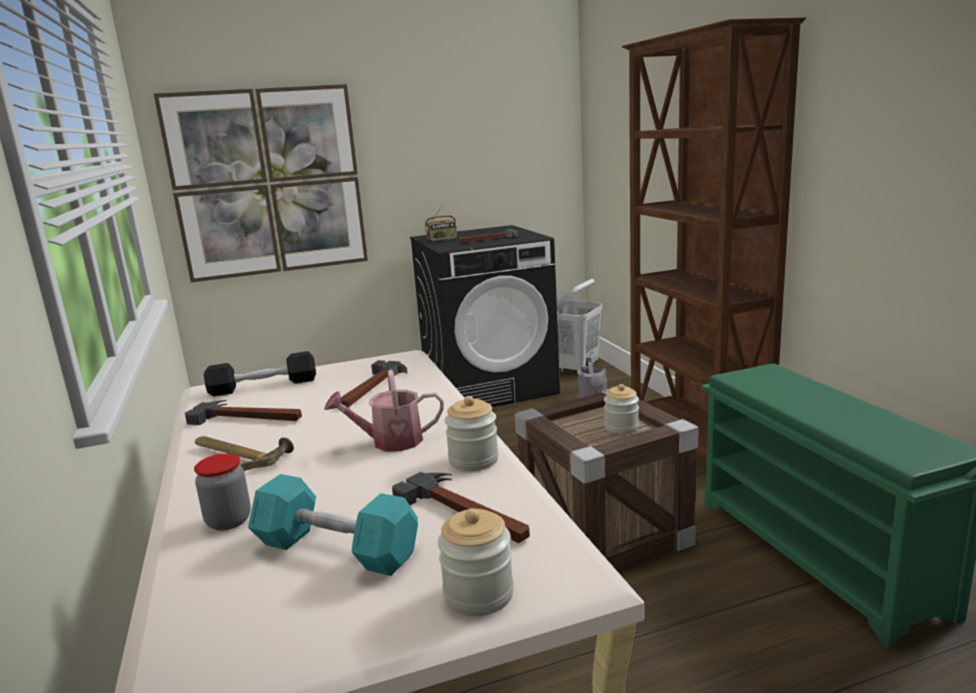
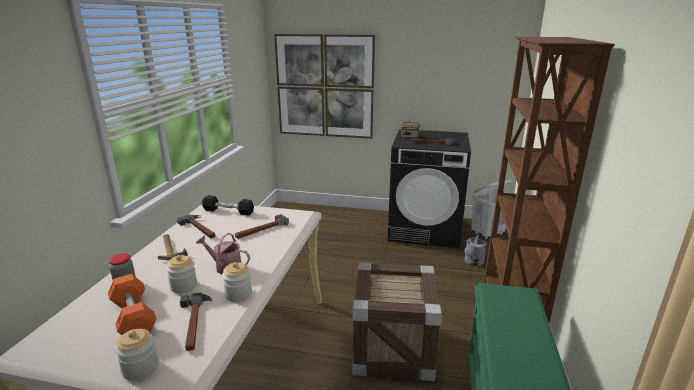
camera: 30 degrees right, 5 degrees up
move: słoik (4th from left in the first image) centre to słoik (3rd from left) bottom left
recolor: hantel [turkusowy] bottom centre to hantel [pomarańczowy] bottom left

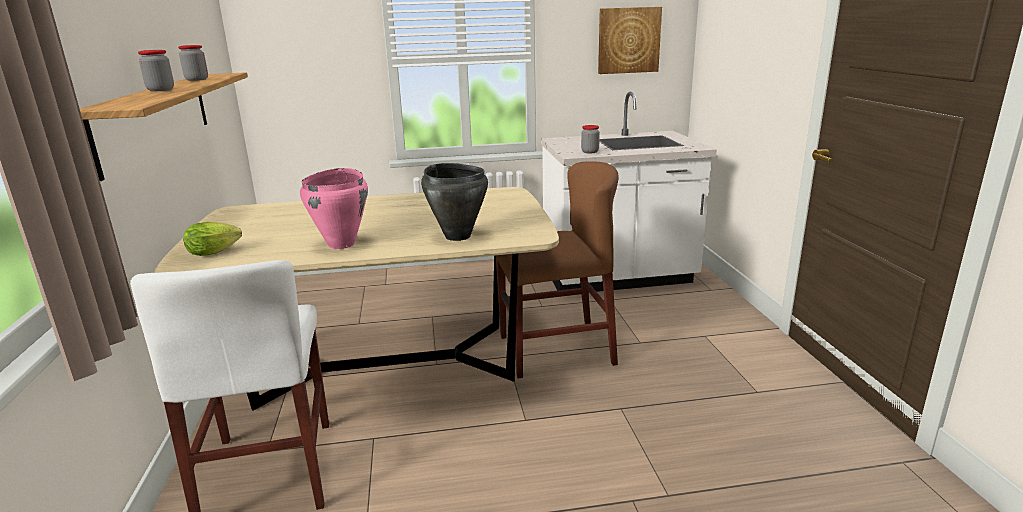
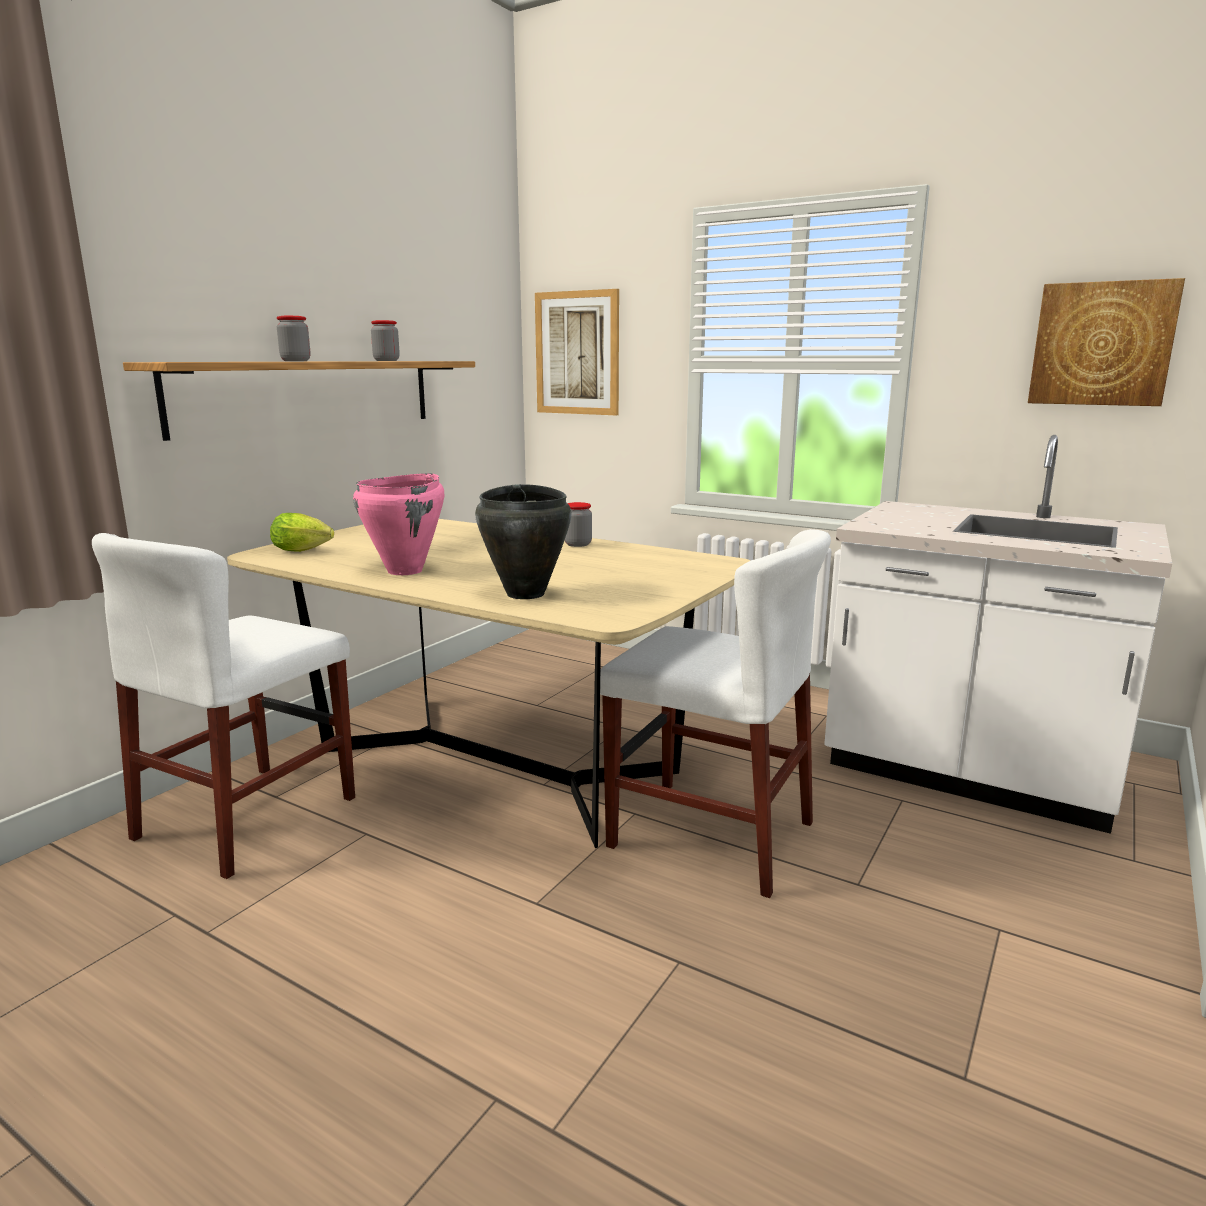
camera: 40 degrees right, 5 degrees down
insert: obraz (1st from left) top centre
move: słoik (3rd from left) top centre to centre
recolor: krzesło [brązowy] centre to krzesło [biały] (2nd from left) centre

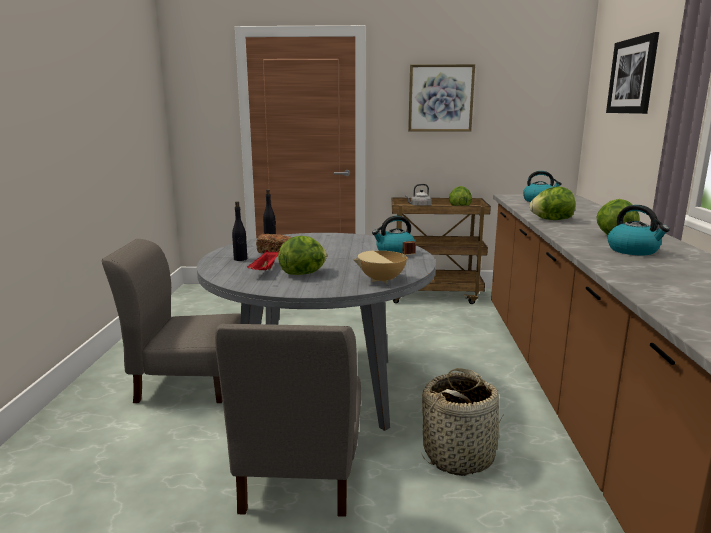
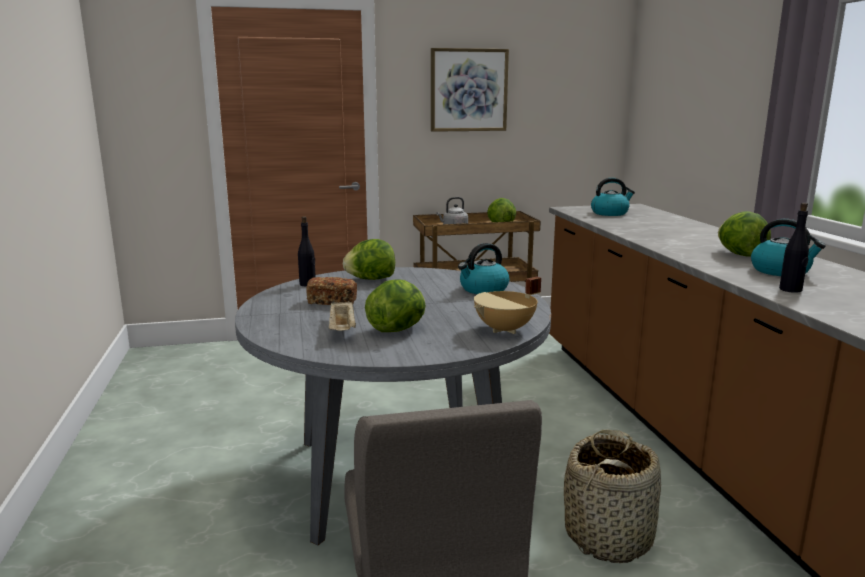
camera: 15 degrees left, 0 degrees up
delete: krzesło [szary] (1st from left) middle left; obraz (2nd from left) top right
move: butelka [czarny] (1st from left in the first image) centre to butelka [czarny] (2nd from left) middle right; sałata (3rd from left in the first image) middle right to sałata (1st from left) centre
recolor: taca [czerwony] centre to taca [beżowy] centre

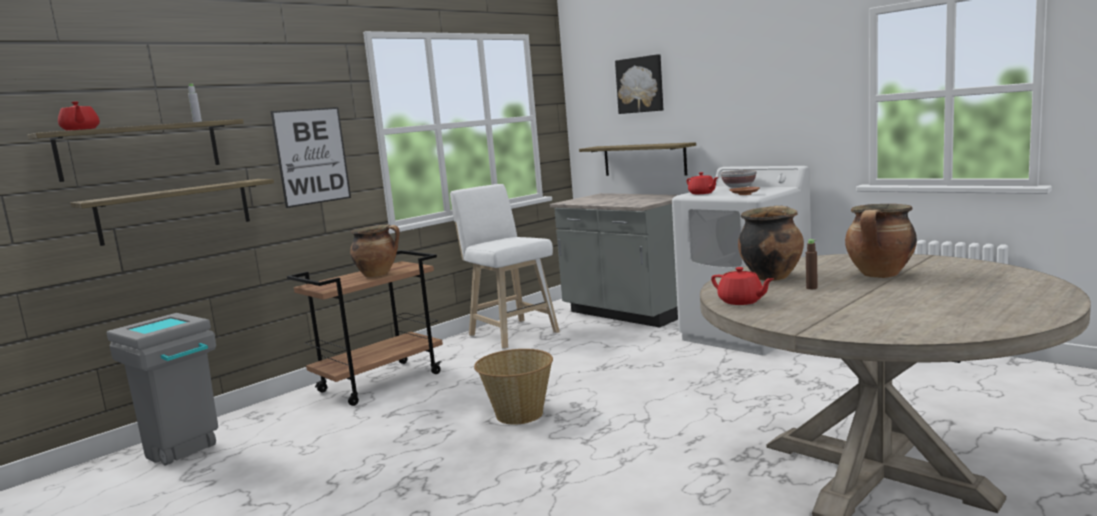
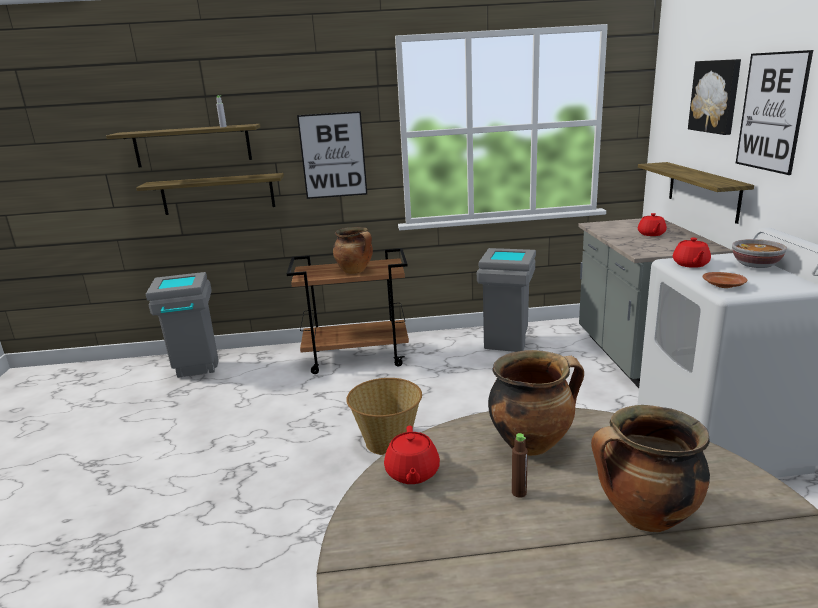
camera: 40 degrees right, 10 degrees up
insert: obraz (3rd from left) top right
move: imbryk [czerwony] (1st from left in the first image) top left to imbryk [czerwony] (2nd from left) middle right
replace: stołek [biały] centre to kosz na śmieci [szary] (2nd from left) centre

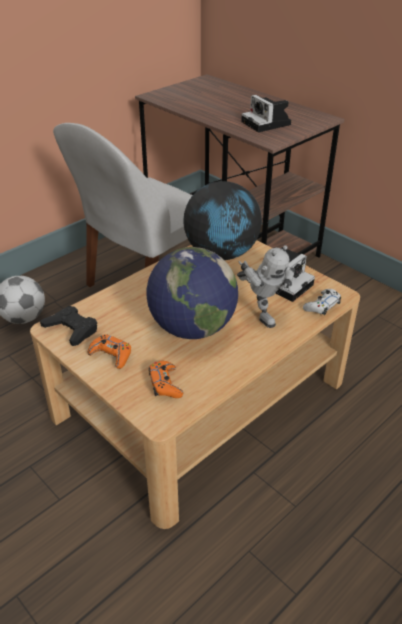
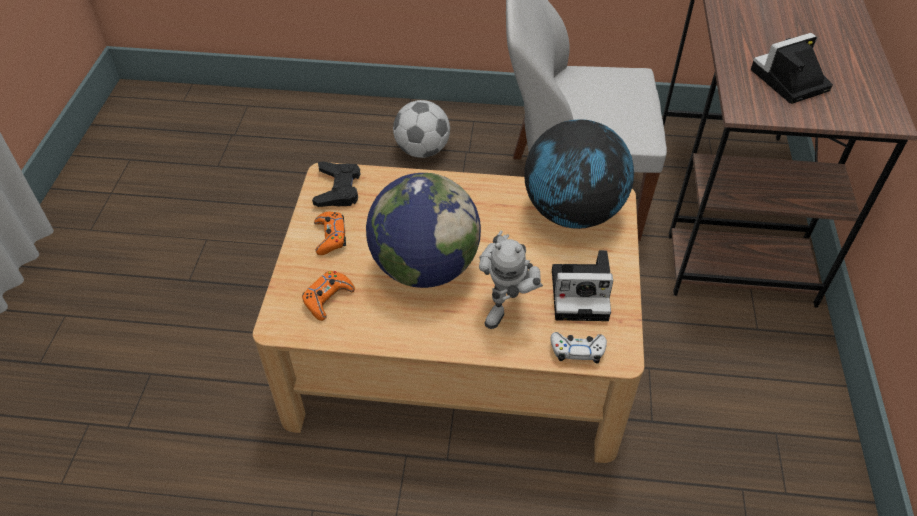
camera: 50 degrees right, 10 degrees up
rotate: aparat fotograficzny (1st from left in the first image) top centre = top right 45 degrees clockwise

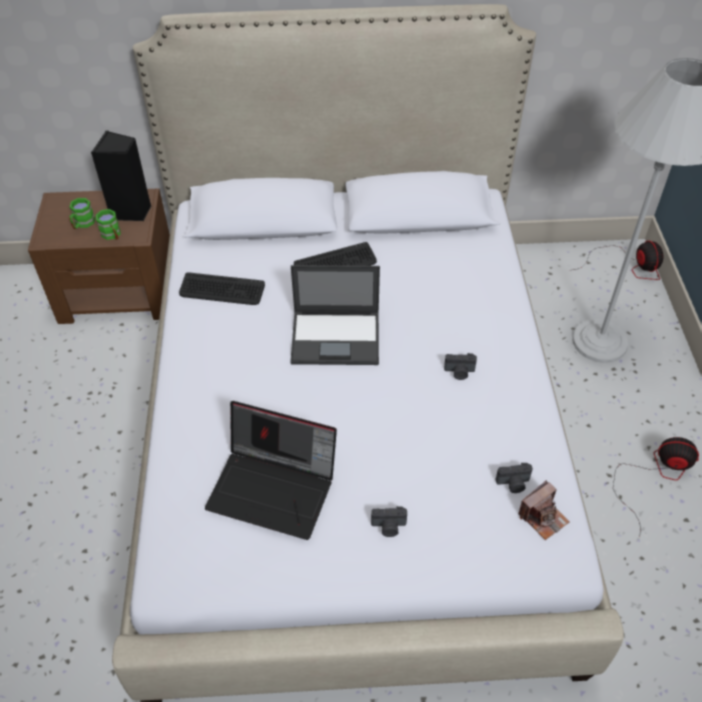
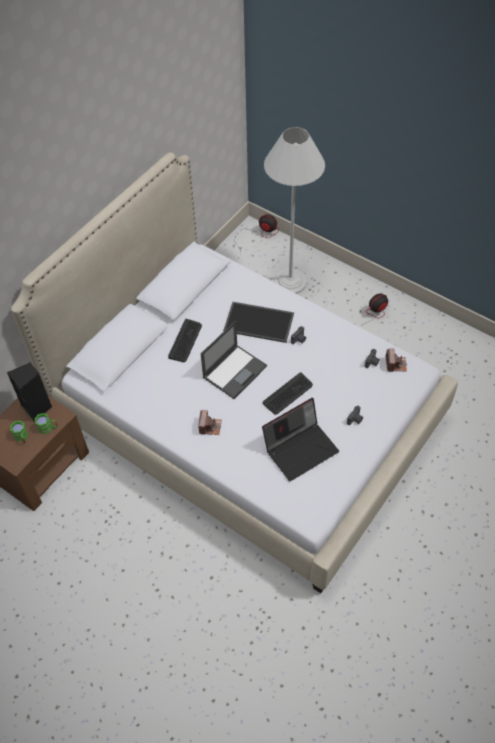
camera: 50 degrees left, 5 degrees up
insert: aparat fotograficzny (1st from left) centre; taca centre
move: klawiatura (1st from left in the first image) middle left to klawiatura (2nd from left) centre

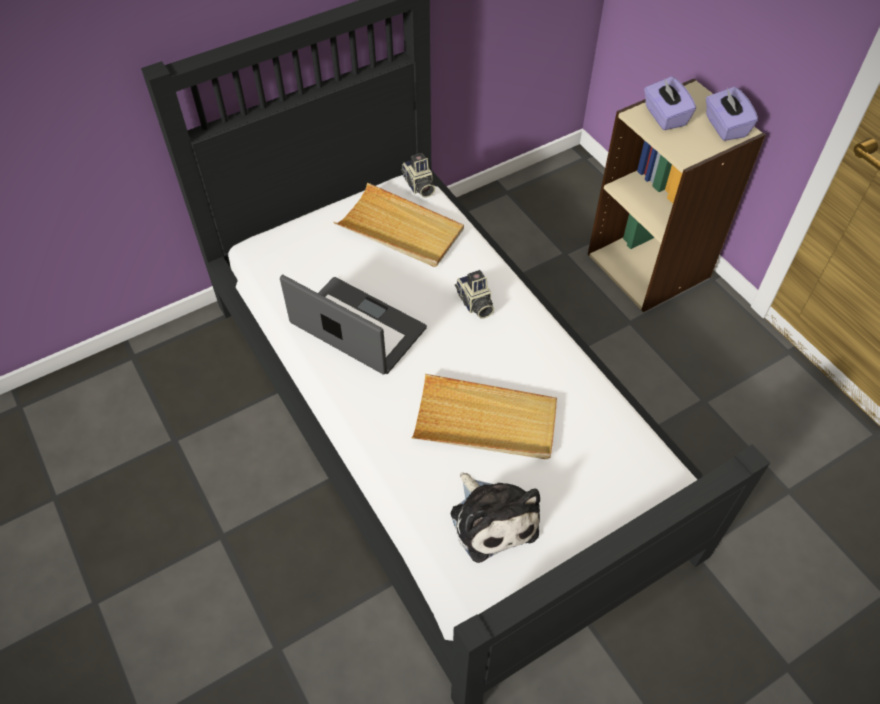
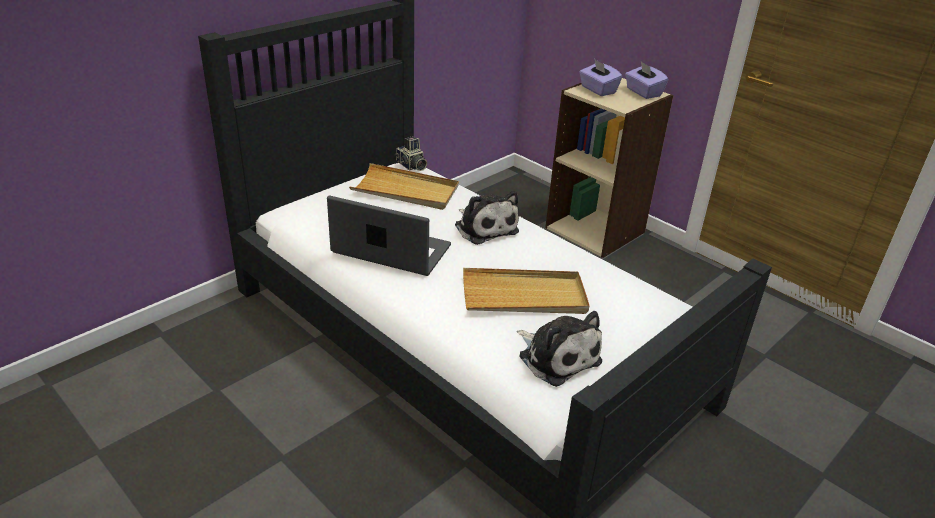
camera: 15 degrees left, 20 degrees down
replace: aparat fotograficzny (2nd from left) centre to pluszak (1st from left) centre

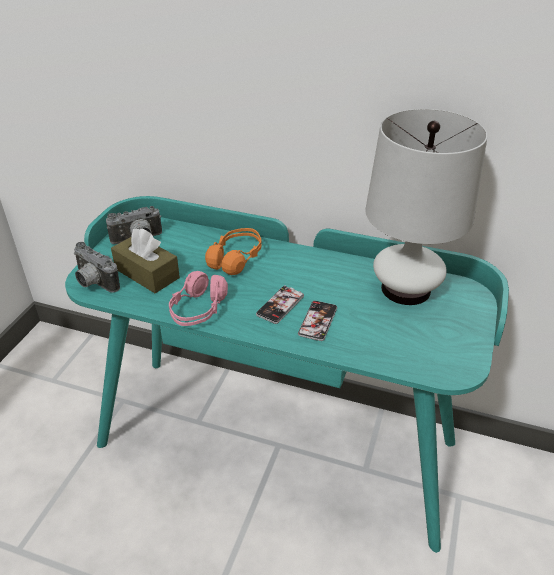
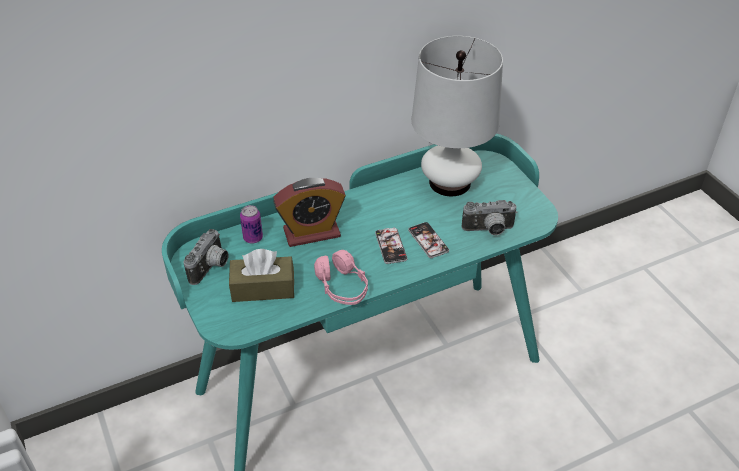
camera: 45 degrees left, 5 degrees up
insert: puszka centre
move: aparat fotograficzny (1st from left in the first image) middle left to aparat fotograficzny (2nd from left) centre
replace: słuchawki [pomarańczowy] centre to budzik centre

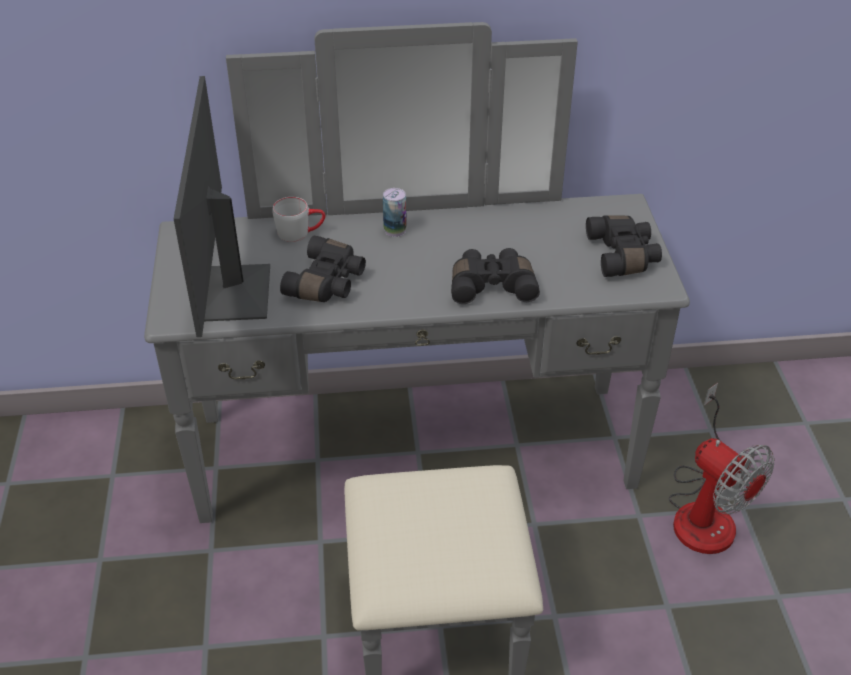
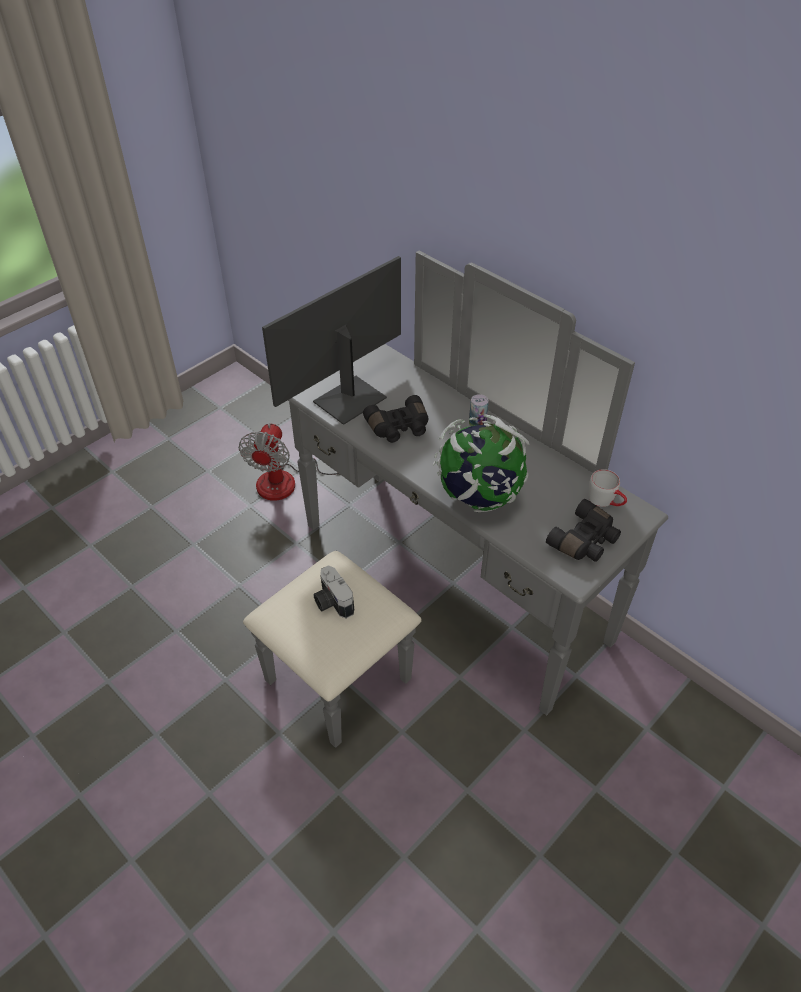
camera: 50 degrees right, 5 degrees up
insert: aparat fotograficzny centre
move: kubek [szary] top centre to middle right; wentylator bottom right to centre
replace: lornetka [czarny] (2nd from left) centre to globus centre

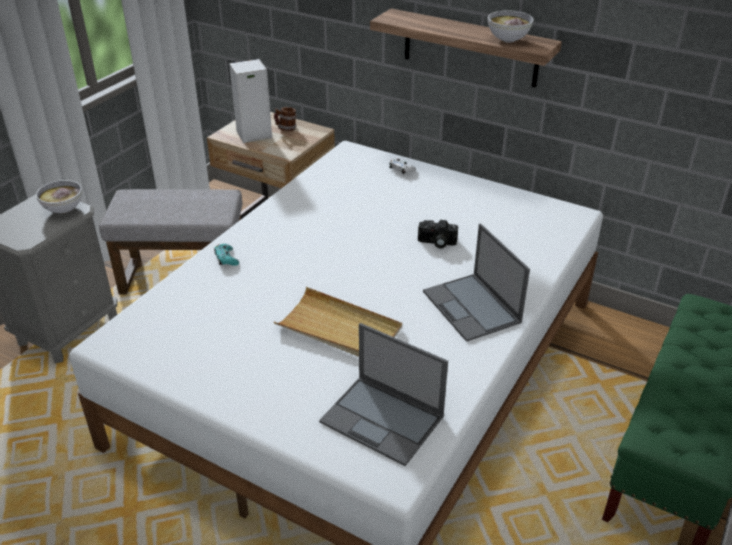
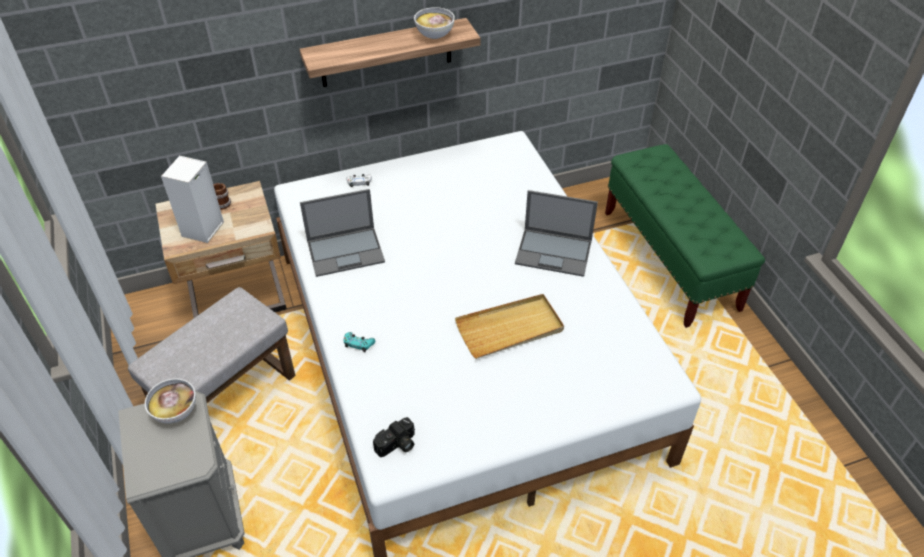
camera: 50 degrees left, 10 degrees up
move: laptop (1st from left) bottom centre to centre; aparat fotograficzny centre to bottom centre

